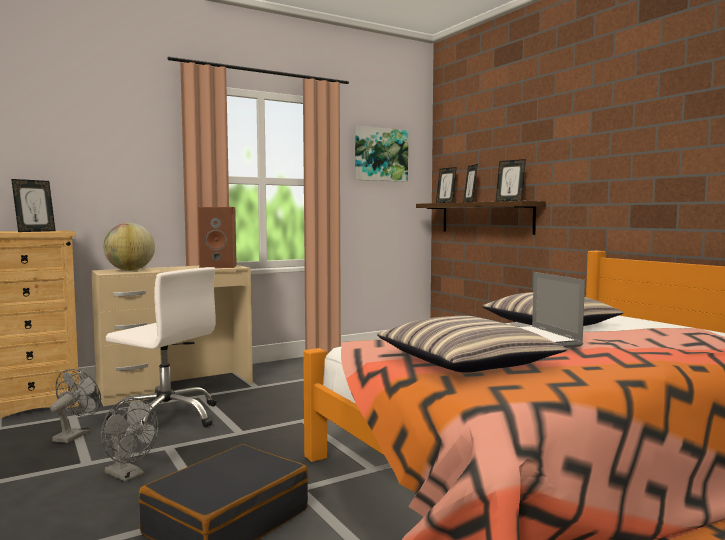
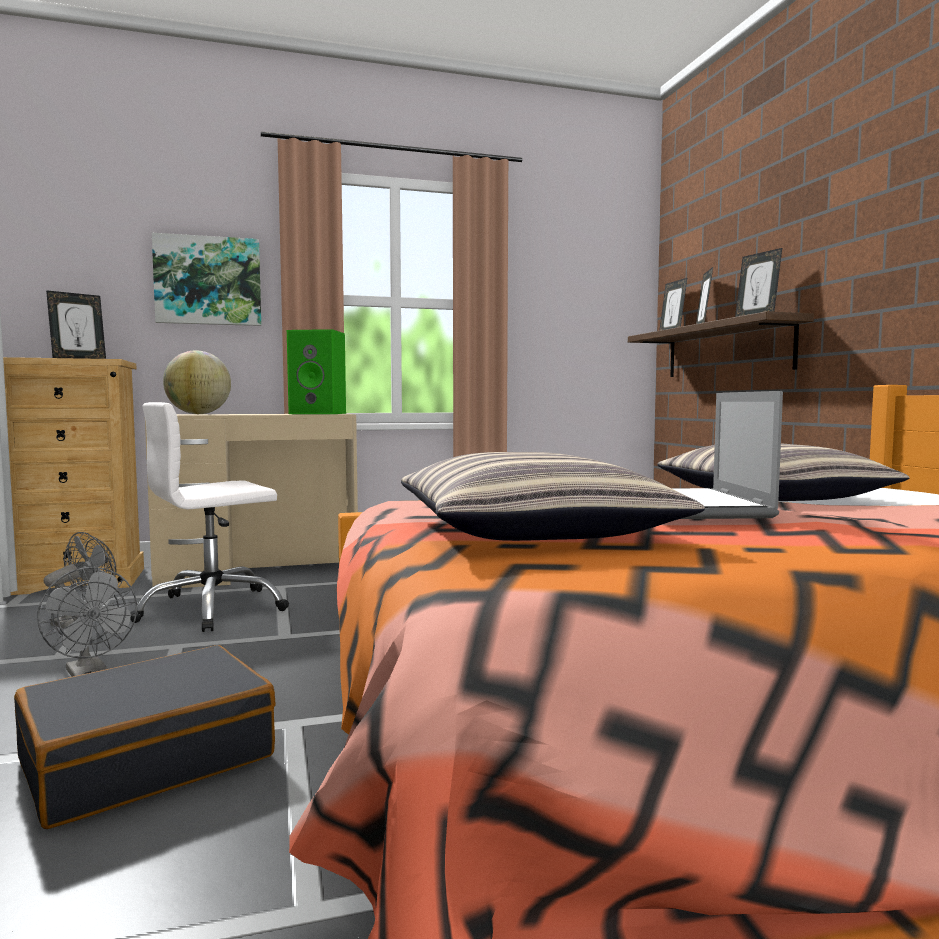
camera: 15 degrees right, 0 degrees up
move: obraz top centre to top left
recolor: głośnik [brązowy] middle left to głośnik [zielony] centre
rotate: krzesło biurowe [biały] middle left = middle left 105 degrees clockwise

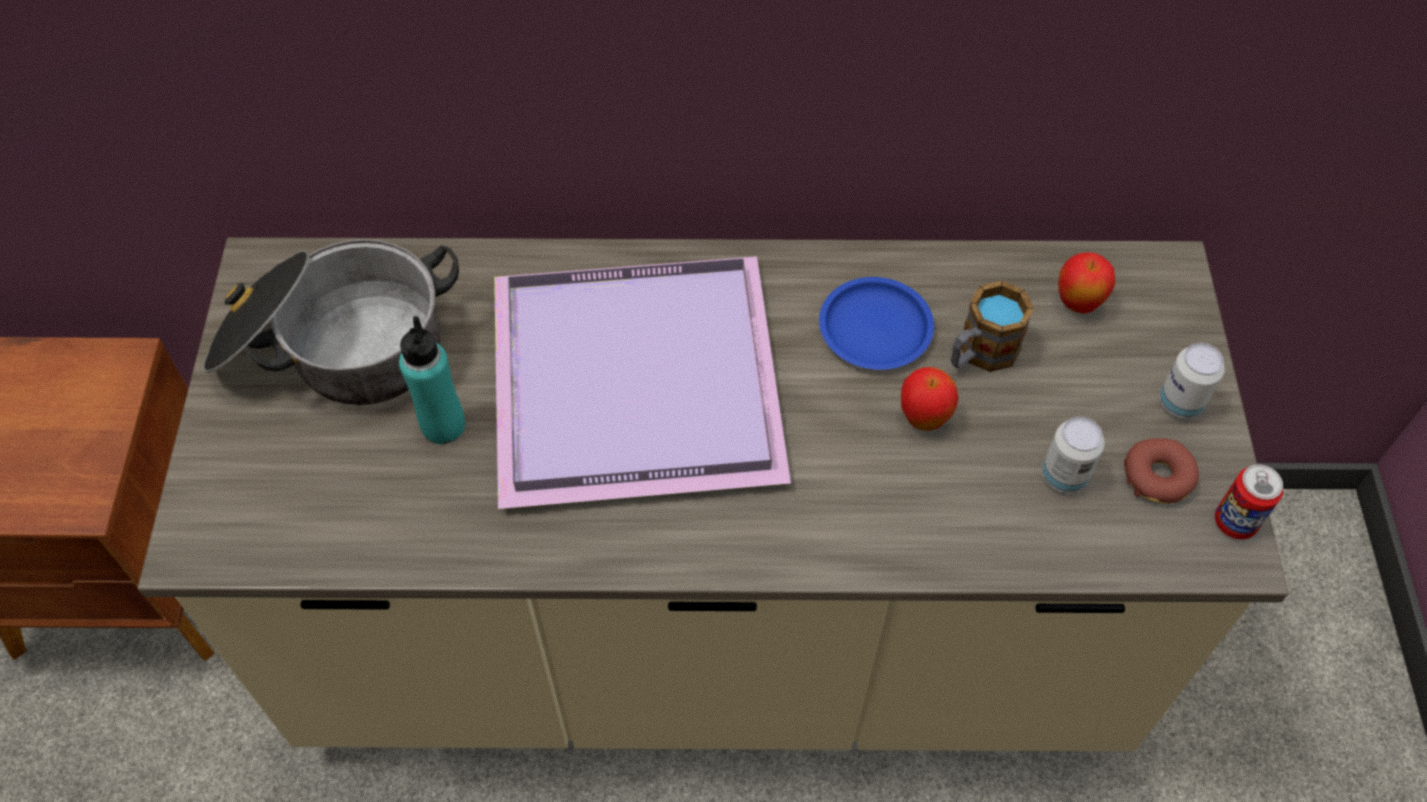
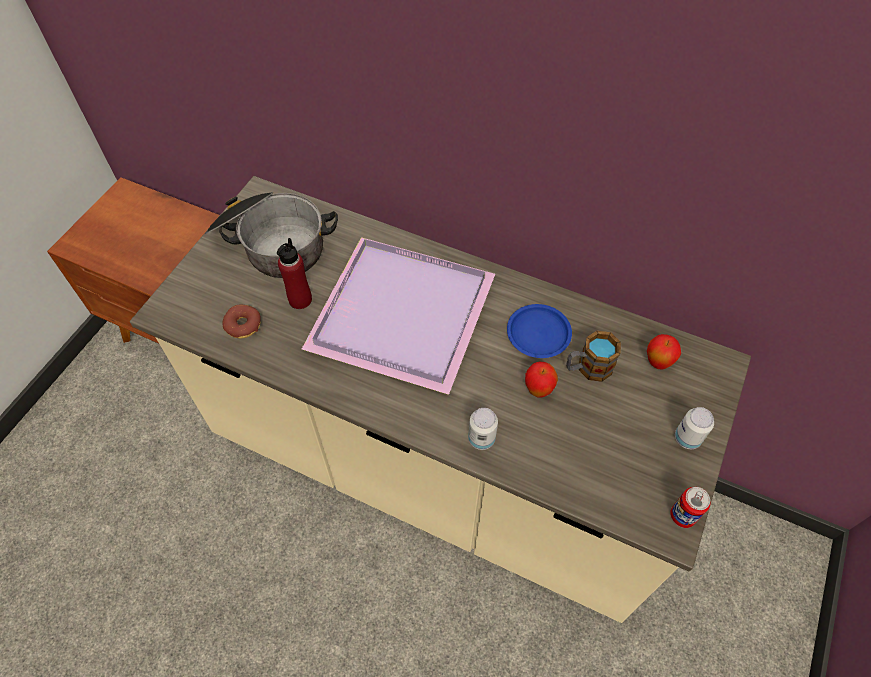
camera: 25 degrees right, 0 degrees up
move: puszka (1st from left) middle right to centre; donut middle right to middle left
recolor: butelka [turkusowy] middle left to butelka [czerwony] centre

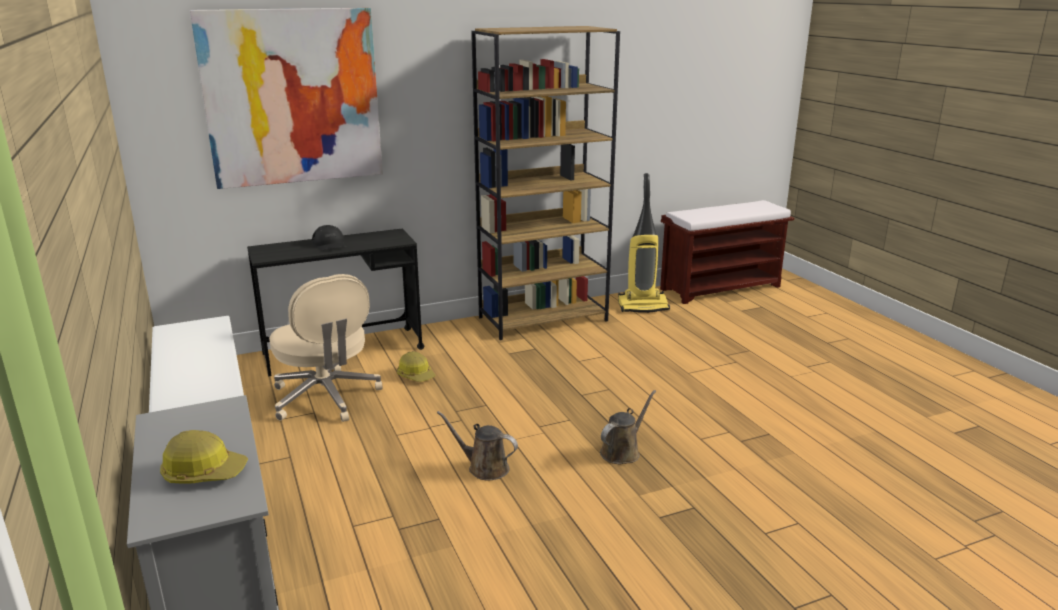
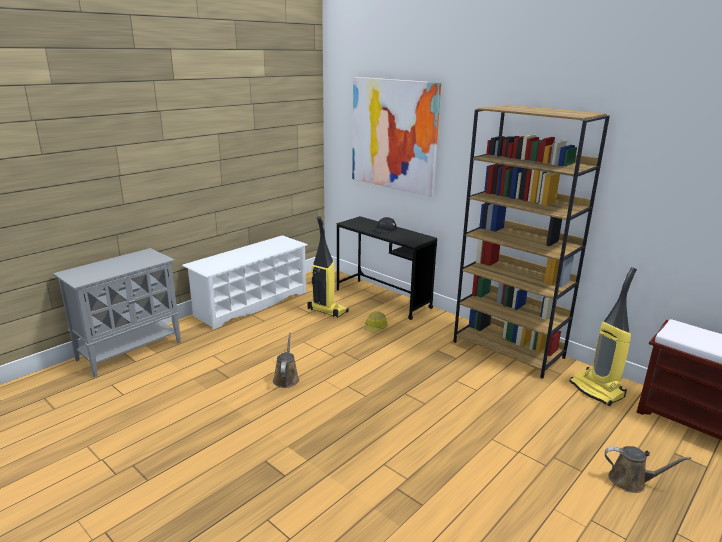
camera: 65 degrees right, 0 degrees up
delete: kask (1st from left) bottom left
move: konewka [brązowy] (2nd from left) bottom centre to bottom right
replace: krzesło biurowe [beżowy] middle left to odkurzacz (1st from left) centre

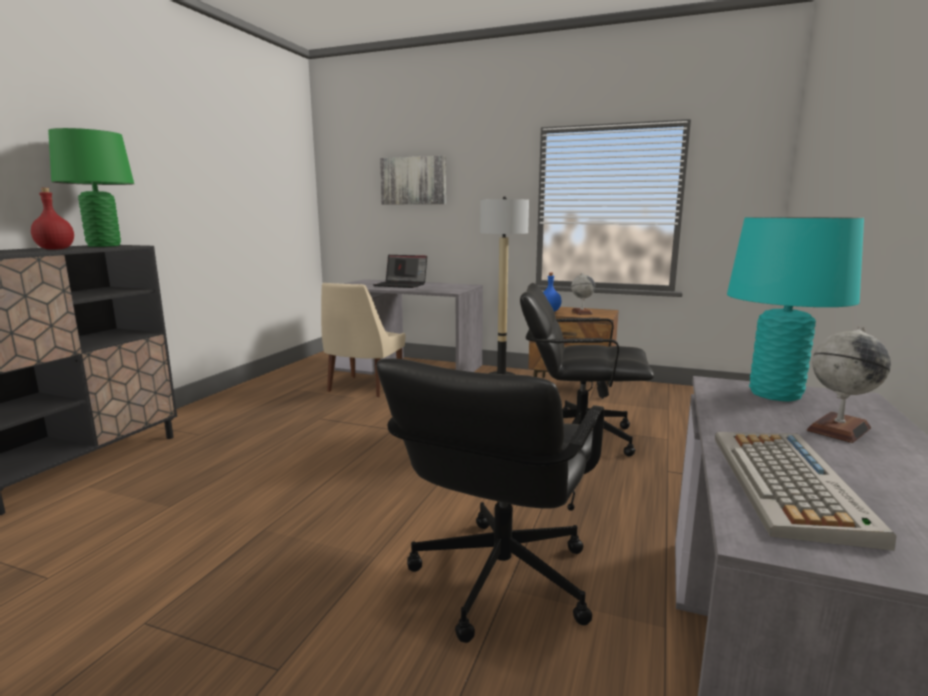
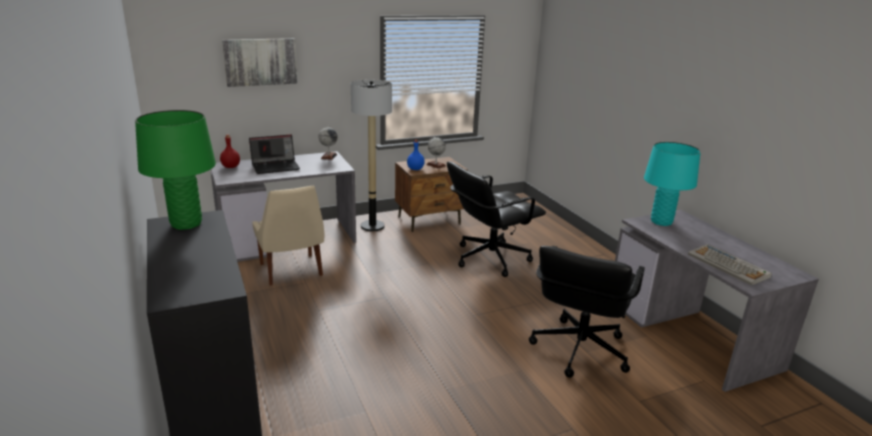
camera: 45 degrees left, 10 degrees up
move: butelka [czerwony] top left to middle left; globus (2nd from left in the first image) middle right to globus (1st from left) top centre
rotate: krzesło biurowe [czarny] (1st from left in the first image) bottom centre = bottom right 45 degrees clockwise

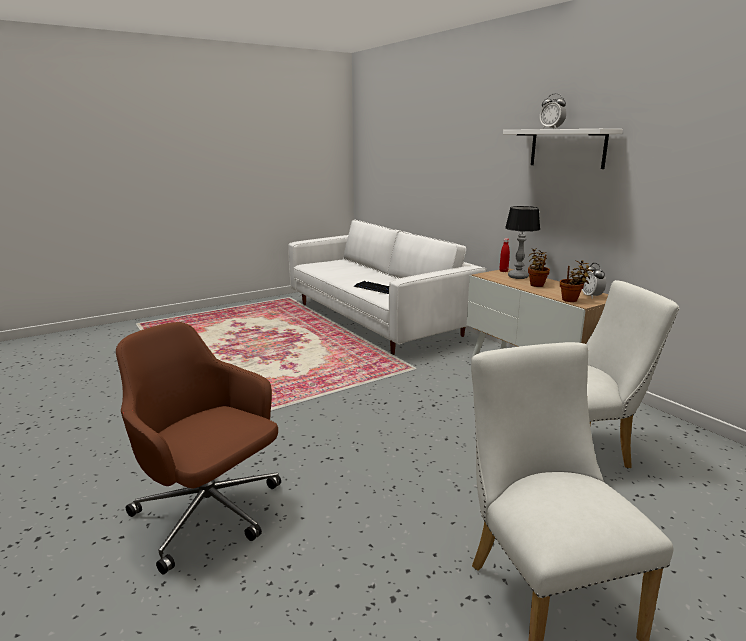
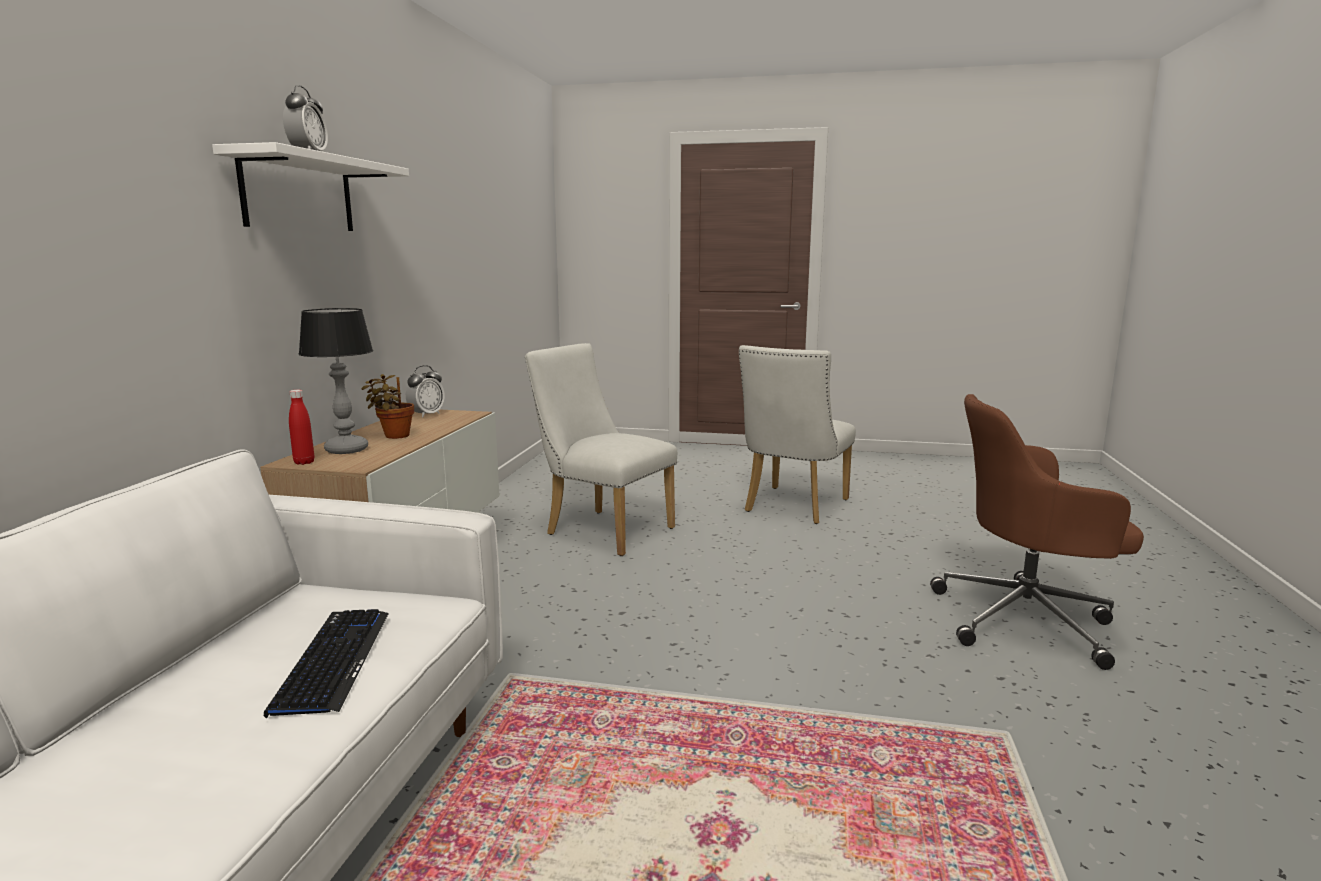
camera: 135 degrees left, 5 degrees down
delete: roślina doniczkowa (2nd from left) middle right
rotate: krzesło biurowe [brązowy] bottom left = middle right 105 degrees clockwise

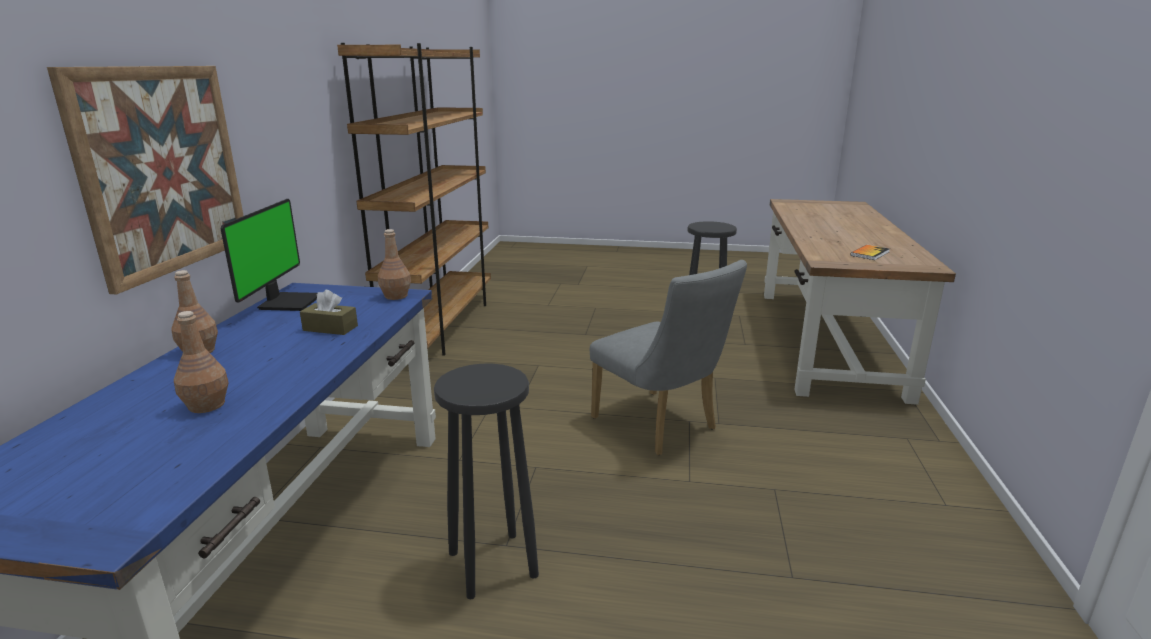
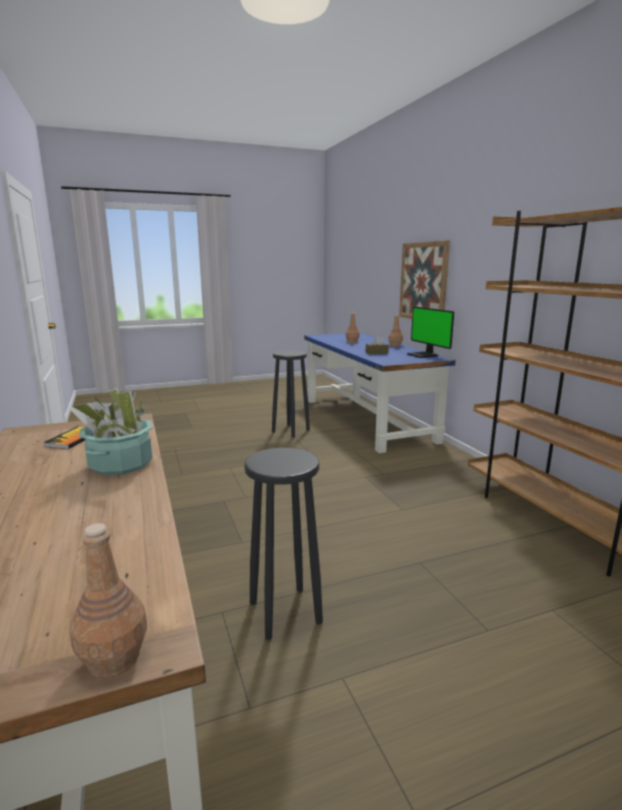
camera: 150 degrees right, 5 degrees down
delete: krzesło [szary] centre
insert: roślina doniczkowa middle left
move: butelka [brązowy] (3rd from left in the first image) centre to butelka [brązowy] (1st from left) bottom left

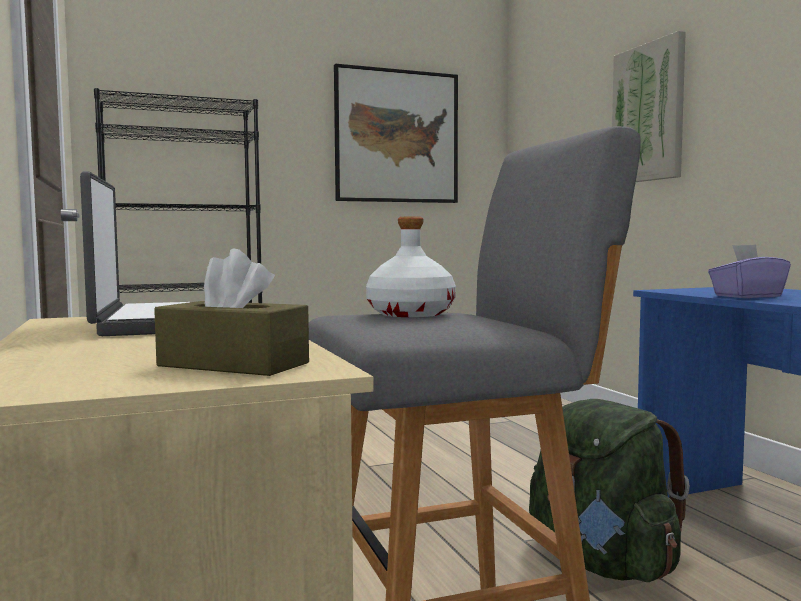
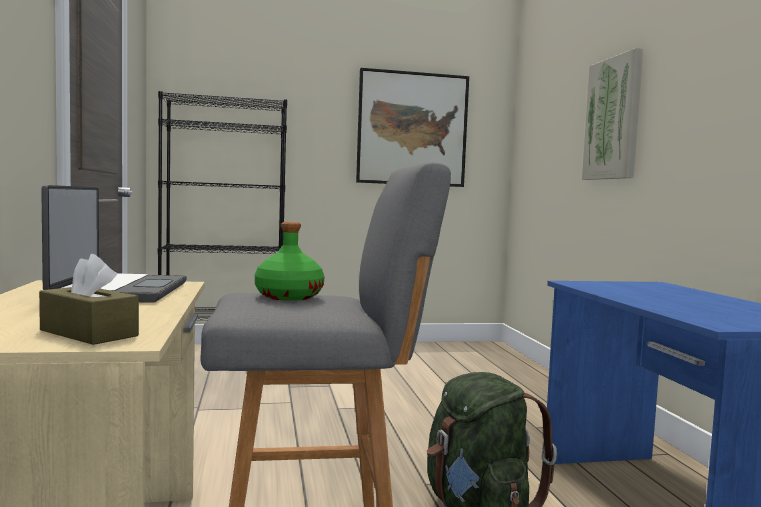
camera: 10 degrees right, 0 degrees up
delete: pudełko chusteczek [fioletowy] middle right
recolor: butelka [biały] centre to butelka [zielony] centre

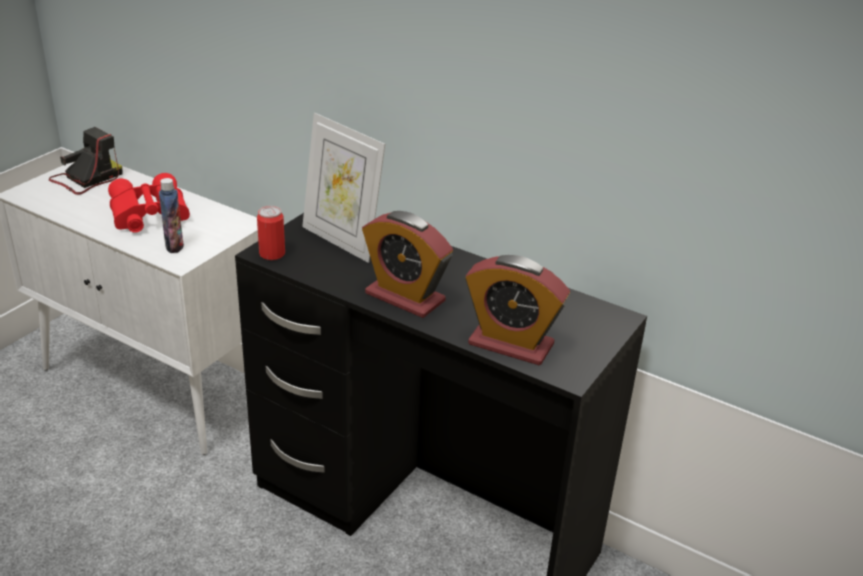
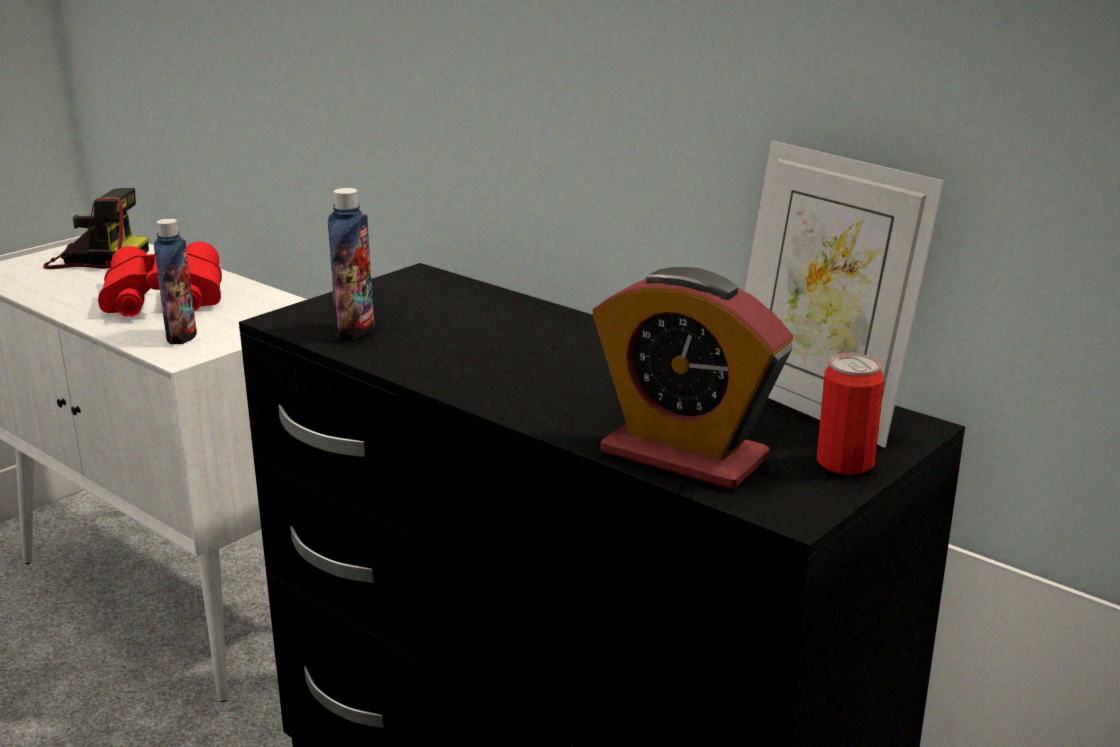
camera: 10 degrees right, 10 degrees down
delete: budzik (1st from left) centre
insert: butelka (2nd from left) middle left
move: puszka middle left to middle right; ramka na zdjęcie top centre to middle right
rotate: aparat fotograficzny top left = top left 45 degrees clockwise

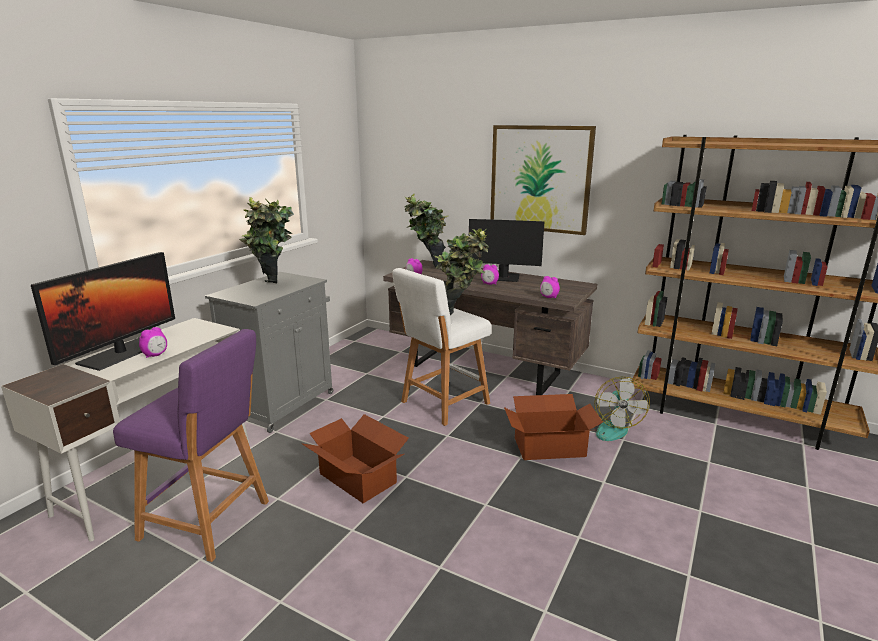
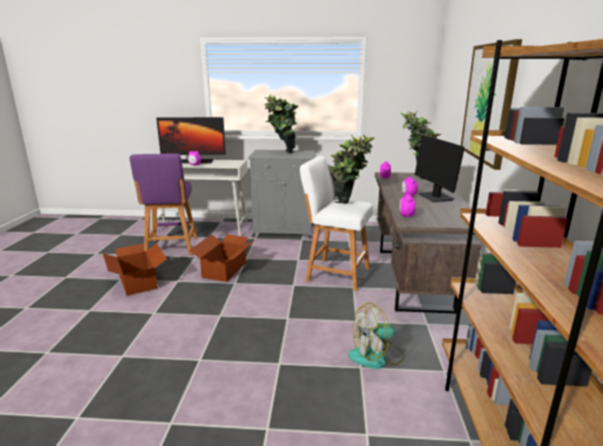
camera: 65 degrees right, 0 degrees up
move: karton (2nd from left in the first image) centre to karton (1st from left) middle left

